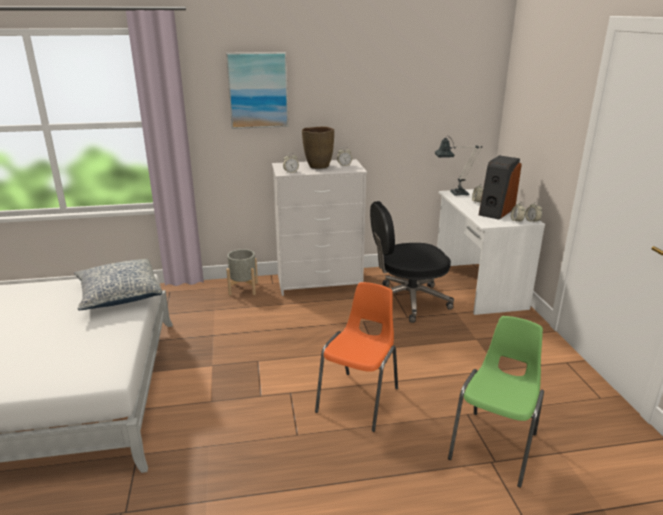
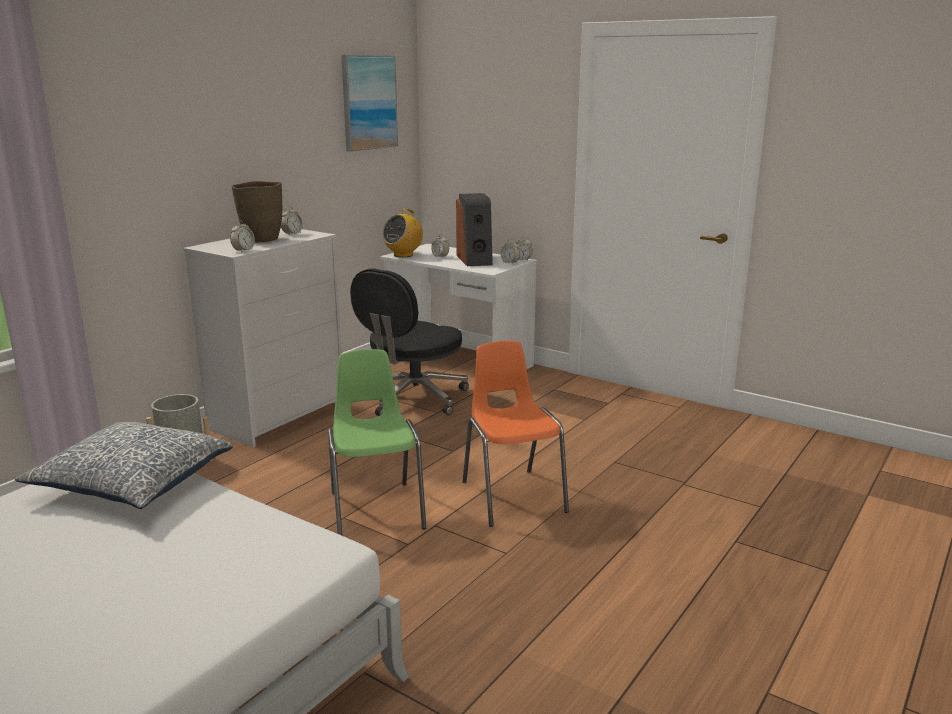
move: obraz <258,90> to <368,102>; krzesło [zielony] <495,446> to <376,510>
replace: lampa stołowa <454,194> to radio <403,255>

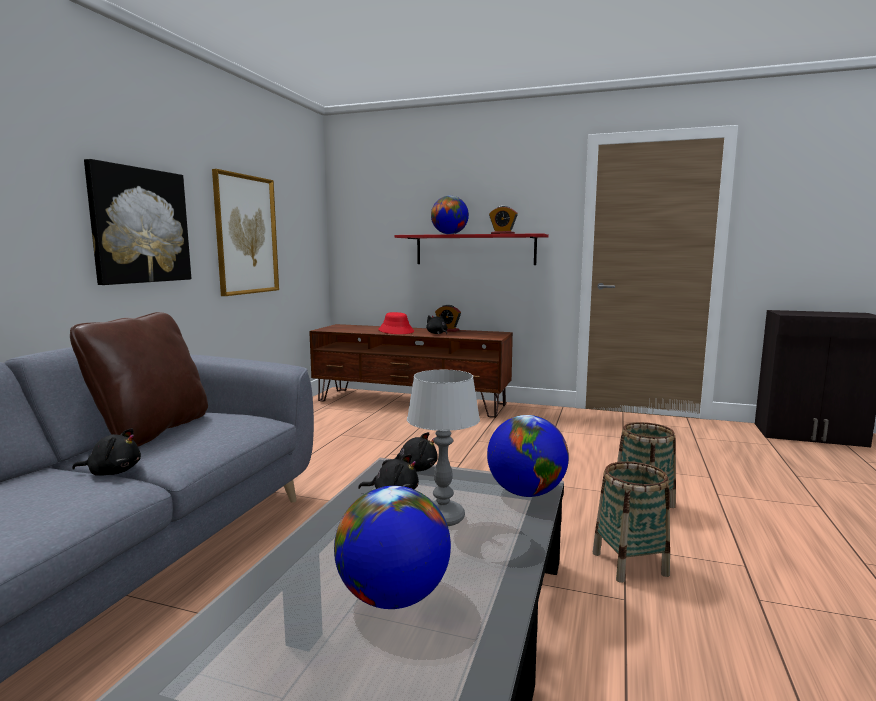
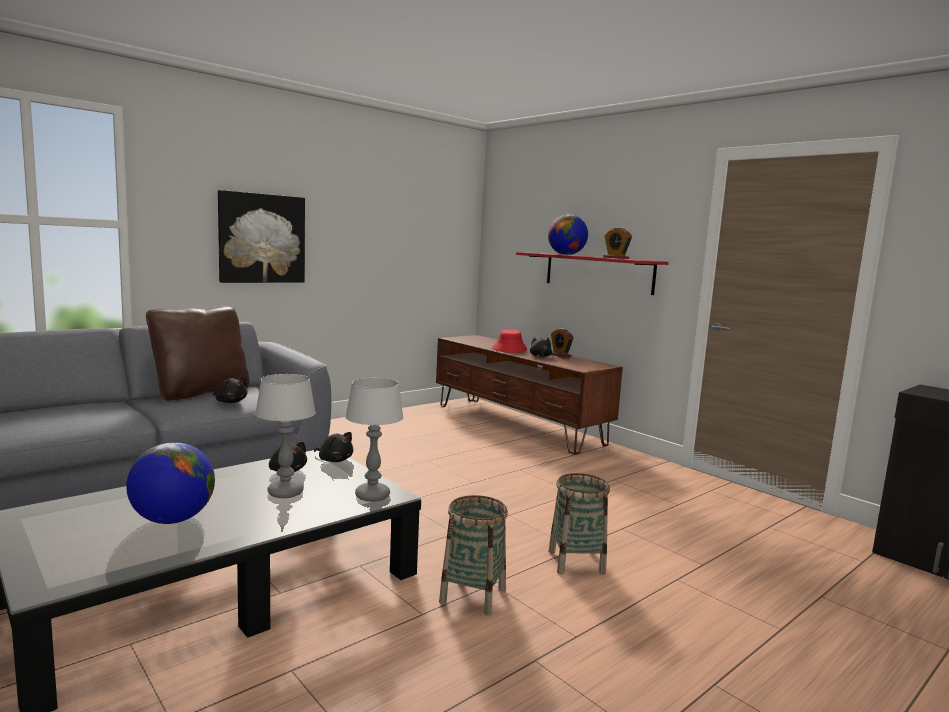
delete: obraz <246,235>
move: pluszak [czarny] <112,472> to <230,402>
replace: globus <526,493> to lampa stołowa <373,496>

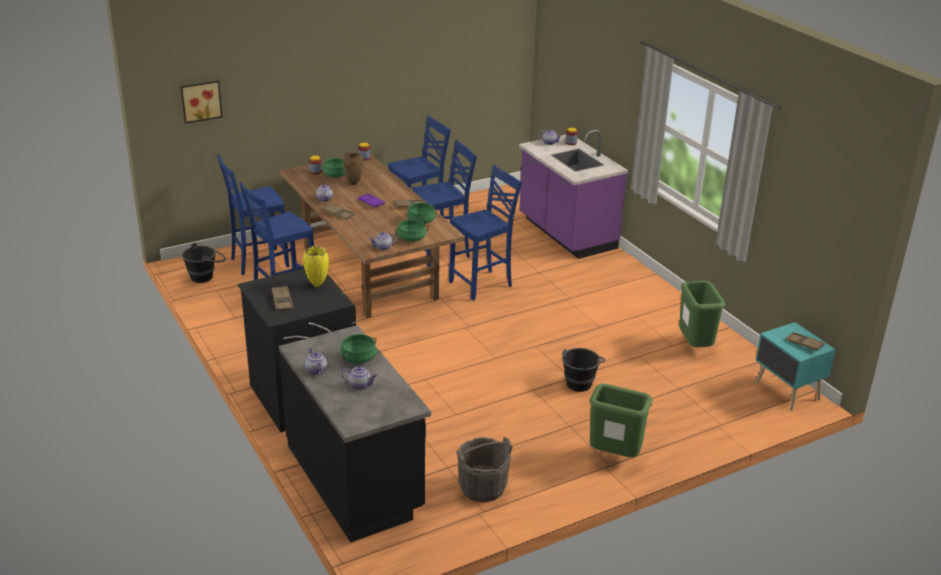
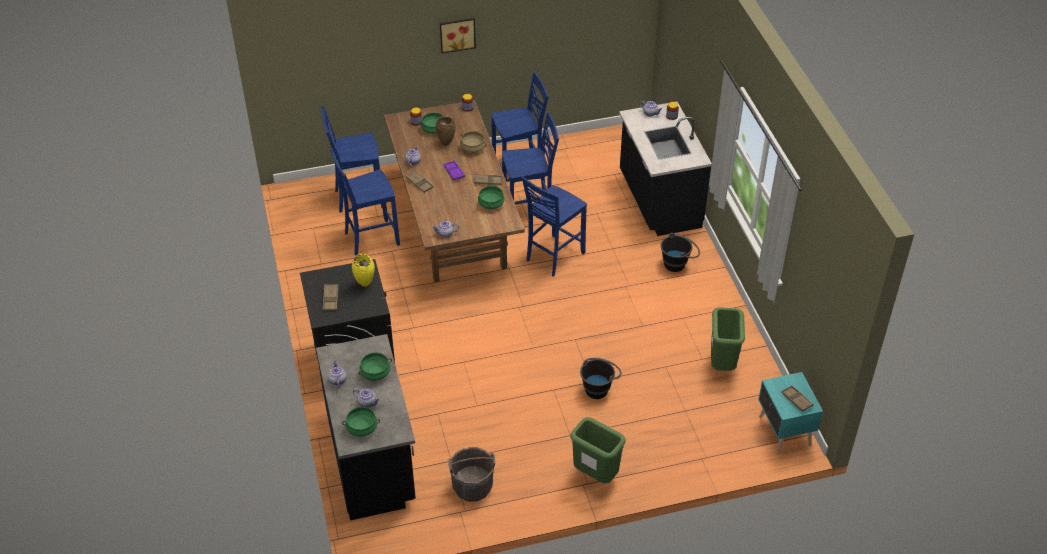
insert: garnek [beżowy] <473,148>
move: obraz <201,101> to <457,34>; wiadro [czarny] <206,276> to <678,263>; garnek [zielony] <411,238> to <362,428>
recolor: zabudowa kuchenna [fioletowy] <566,234> to zabudowa kuchenna [czarny] <658,201>
rotate: krzesło [niebieski] <482,285> = <553,256> 150 degrees clockwise

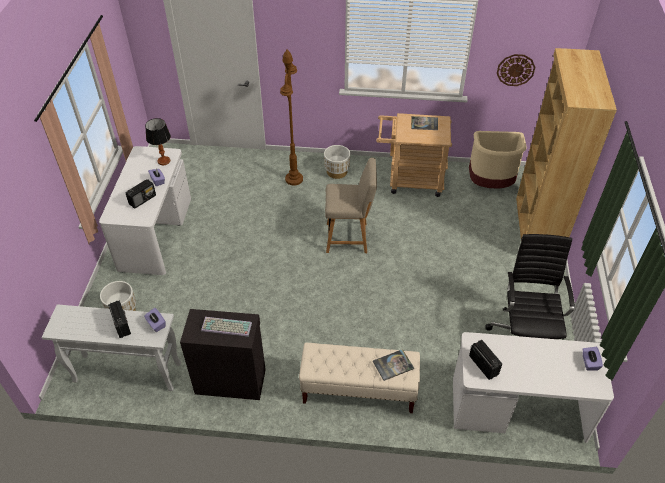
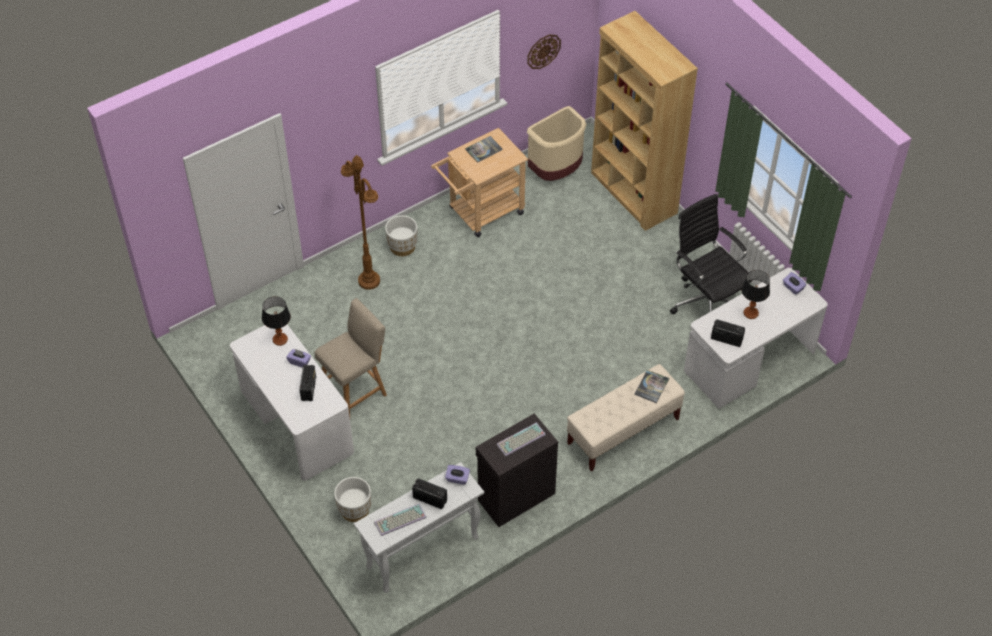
insert: klawiatura <400,521>; lampa stołowa <750,313>
move: krzesło [beżowy] <349,238> to <355,390>

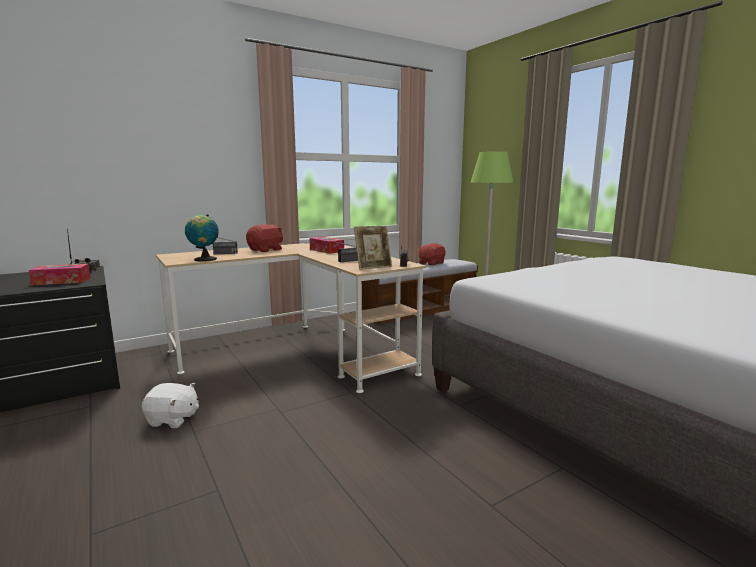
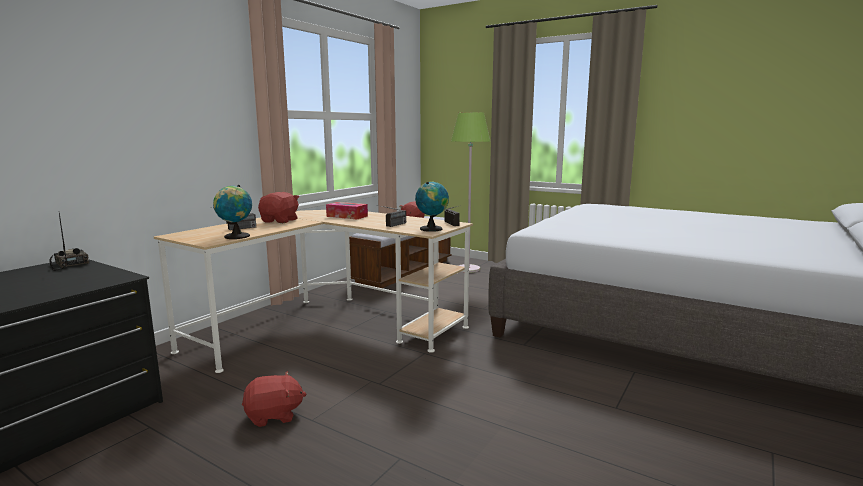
delete: pudełko chusteczek <62,281>
replace: ramka na zdjęcie <373,267> to globus <432,229>
recolor: pluszak [biały] <173,419> to pluszak [czerwony] <274,415>

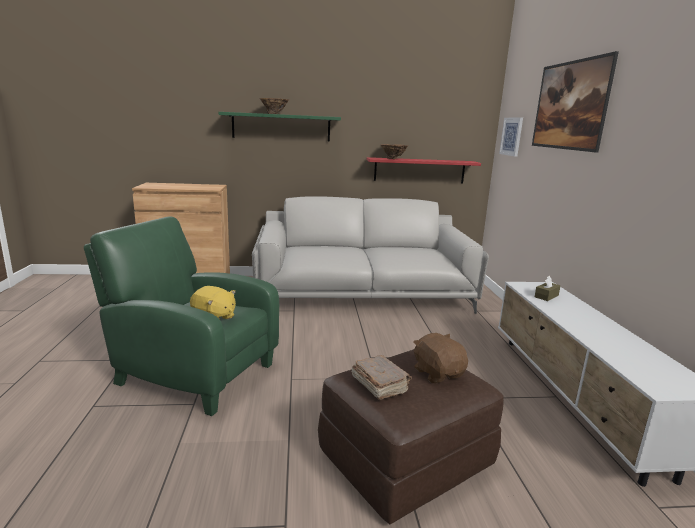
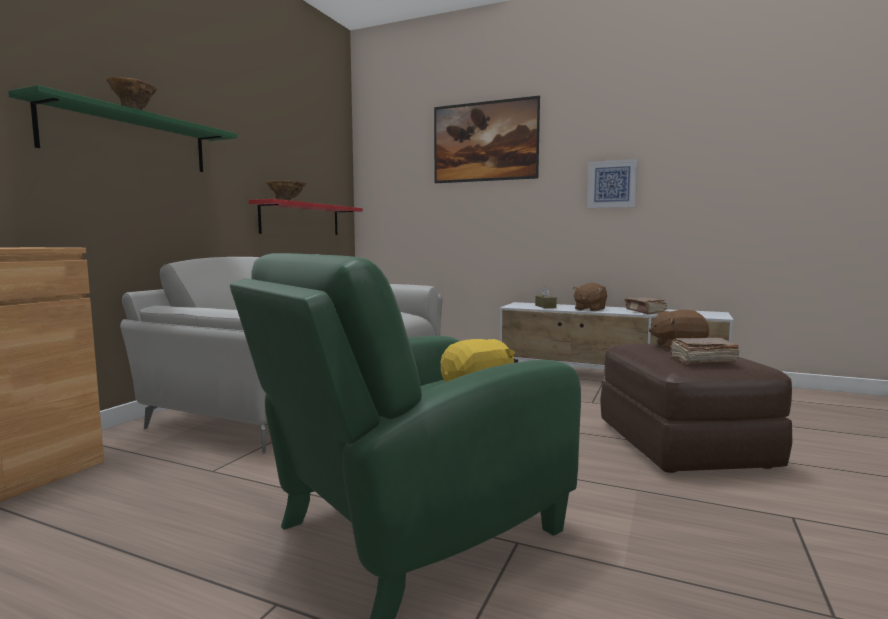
insert: pluszak [brązowy] <589,309>; książka [brązowy] <645,312>
move: obraz <511,136> to <612,184>

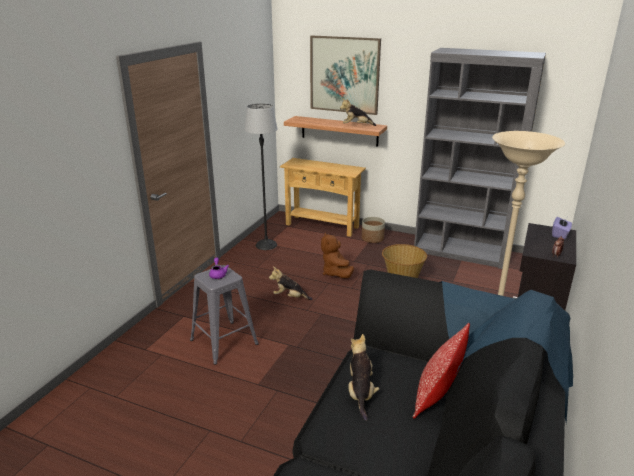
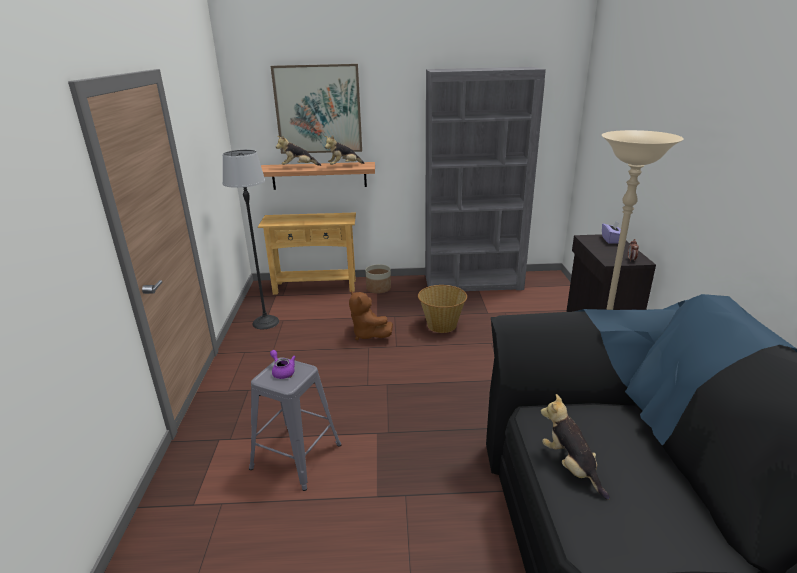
delete: poduszka <437,397>
move: pluszak <290,297> to <298,167>

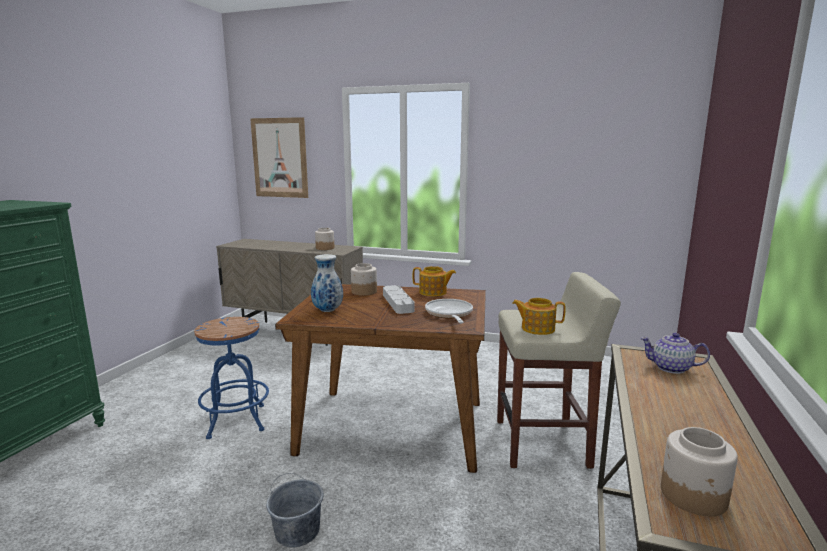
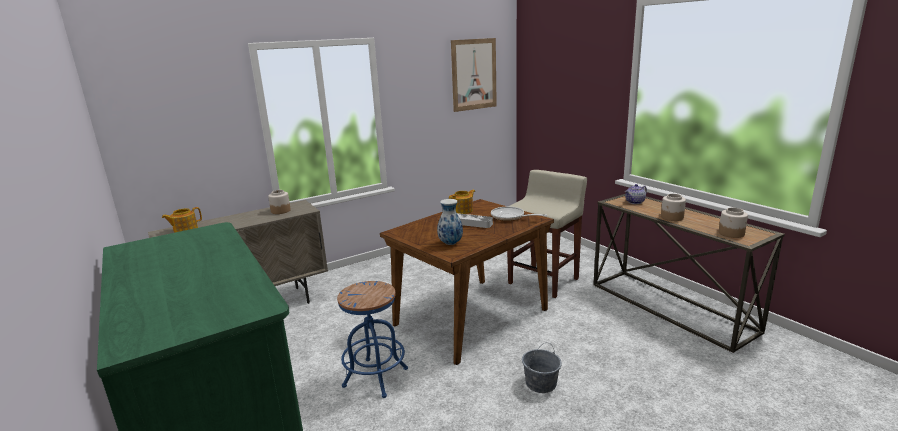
move: obraz <280,158> to <474,74>; słoik <363,292> to <672,217>; imbryk <537,328> to <185,229>

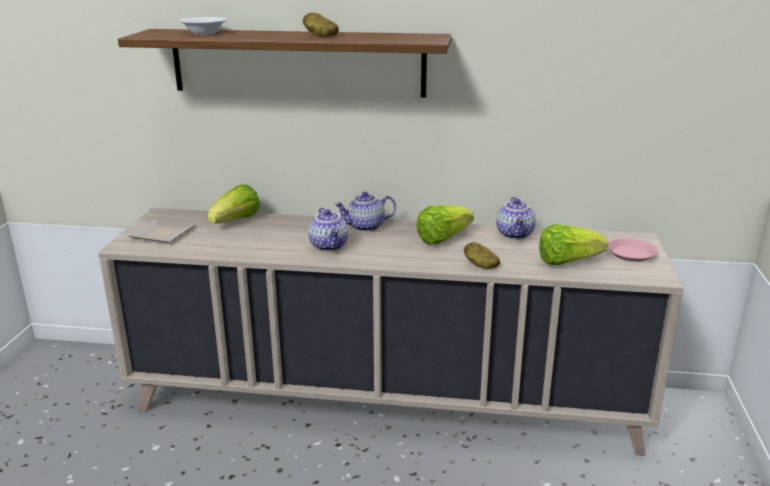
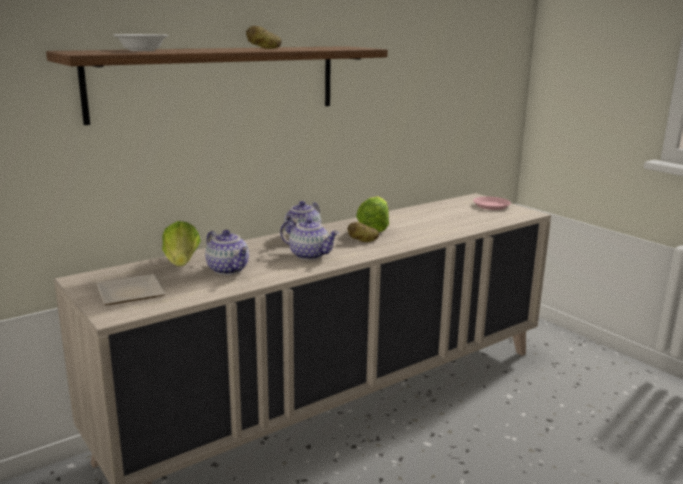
delete: sałata <567,261>
move: ziemniak <480,265> to <363,241>; imbryk <515,234> to <229,269>

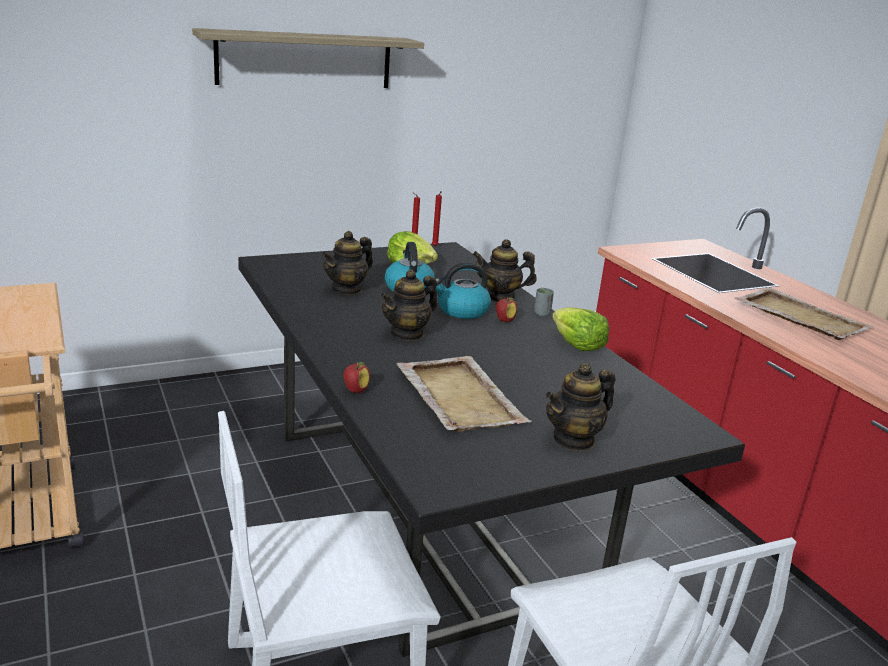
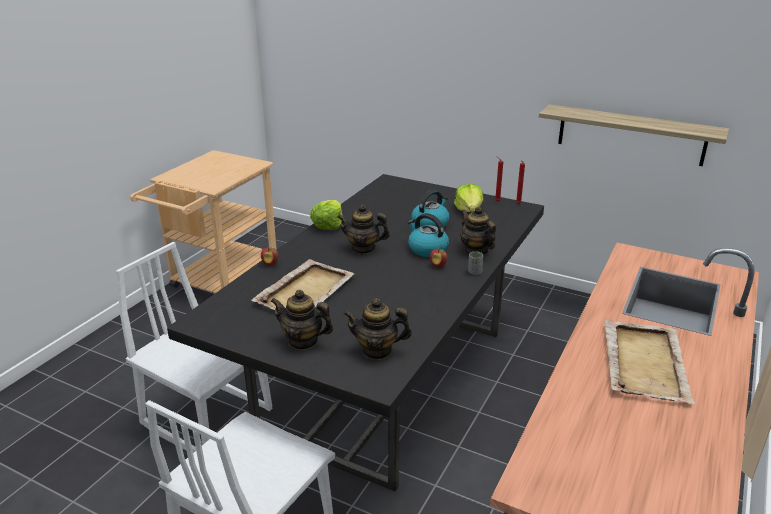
move: półka <305,60> to <631,135>; imbryk <347,289> to <377,350>; sałata <577,345> to <328,225>

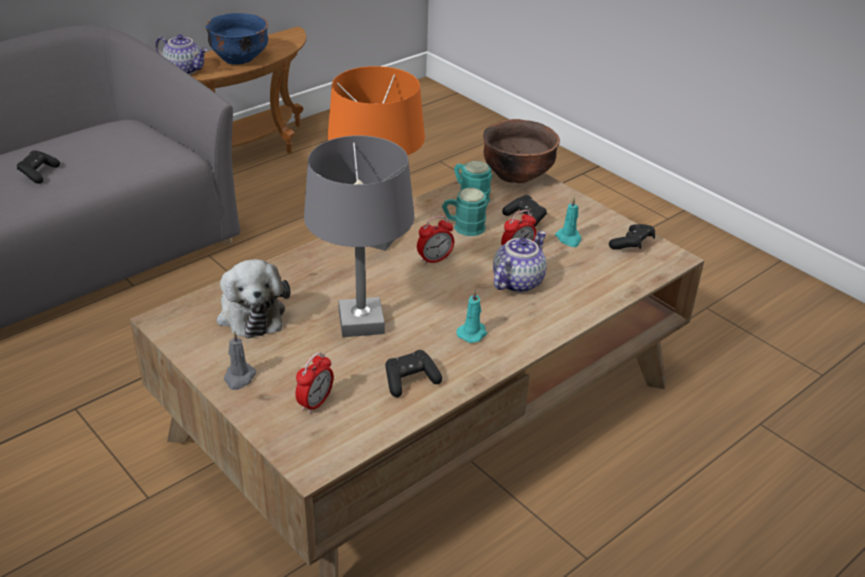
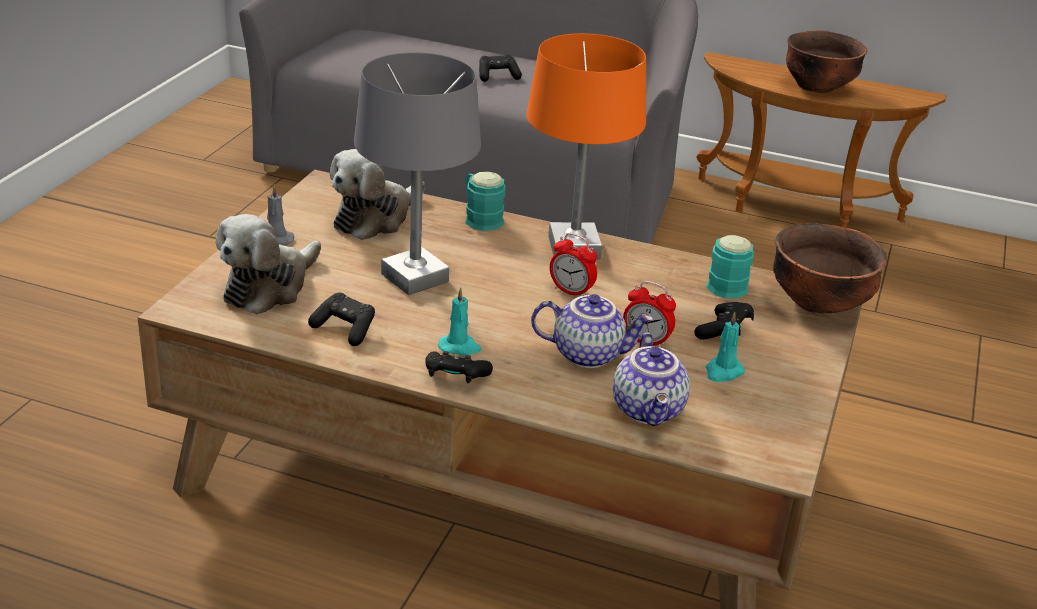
move: imbryk <185,70> to <650,410>; kubek [turkusowy] <463,227> to <480,218>; pad do gier [czarny] <632,245> to <455,378>
replace: budzik <315,403> to pluszak <269,287>
recolor: miska [niebieski] <239,59> to miska [brązowy] <818,87>

